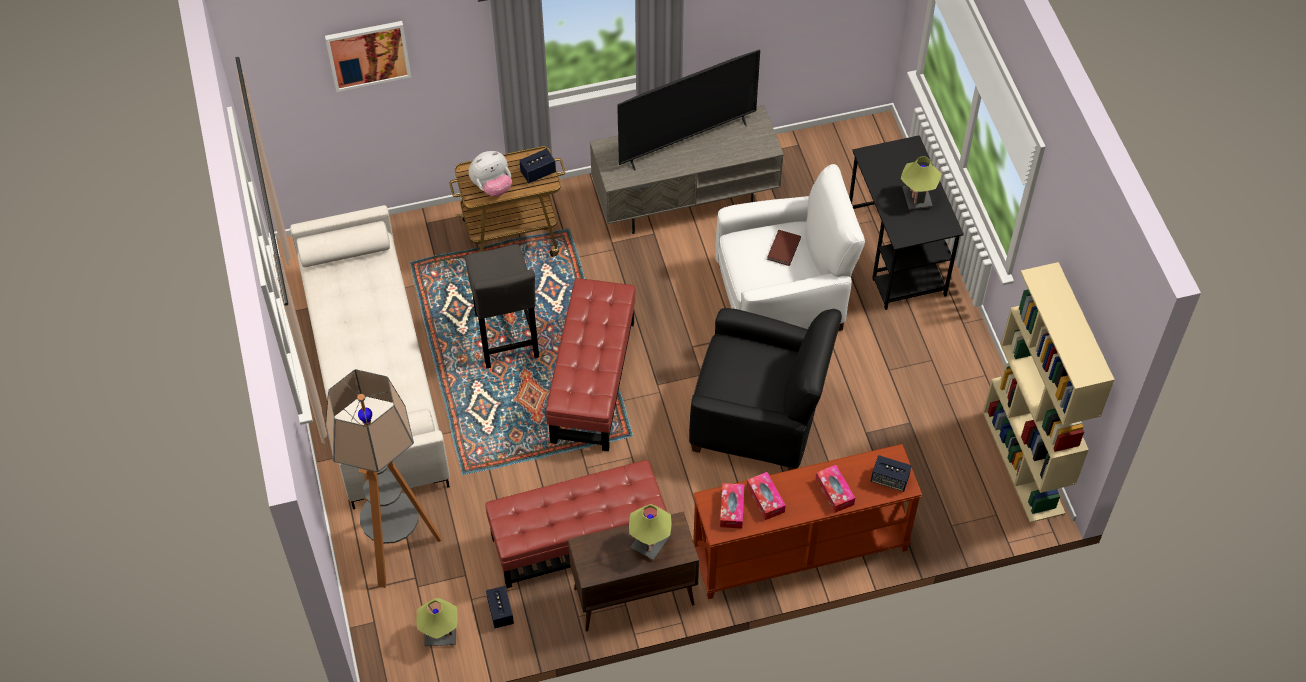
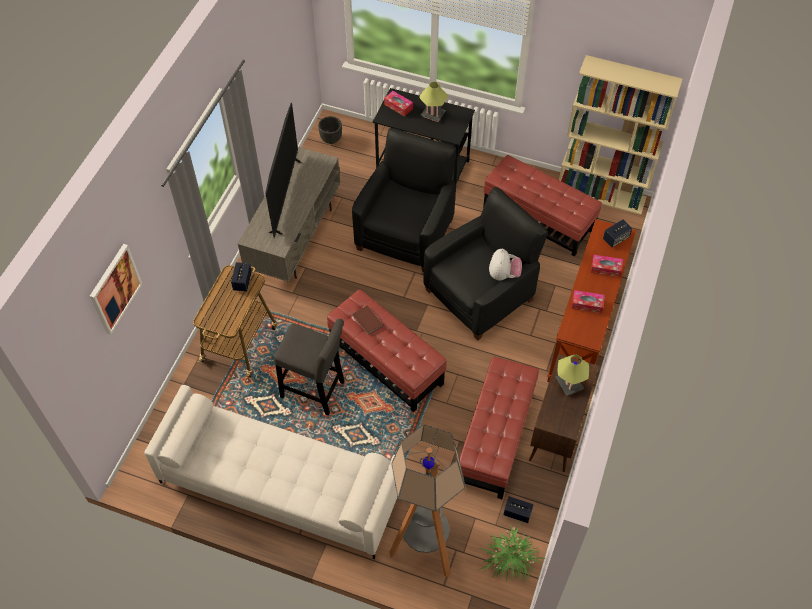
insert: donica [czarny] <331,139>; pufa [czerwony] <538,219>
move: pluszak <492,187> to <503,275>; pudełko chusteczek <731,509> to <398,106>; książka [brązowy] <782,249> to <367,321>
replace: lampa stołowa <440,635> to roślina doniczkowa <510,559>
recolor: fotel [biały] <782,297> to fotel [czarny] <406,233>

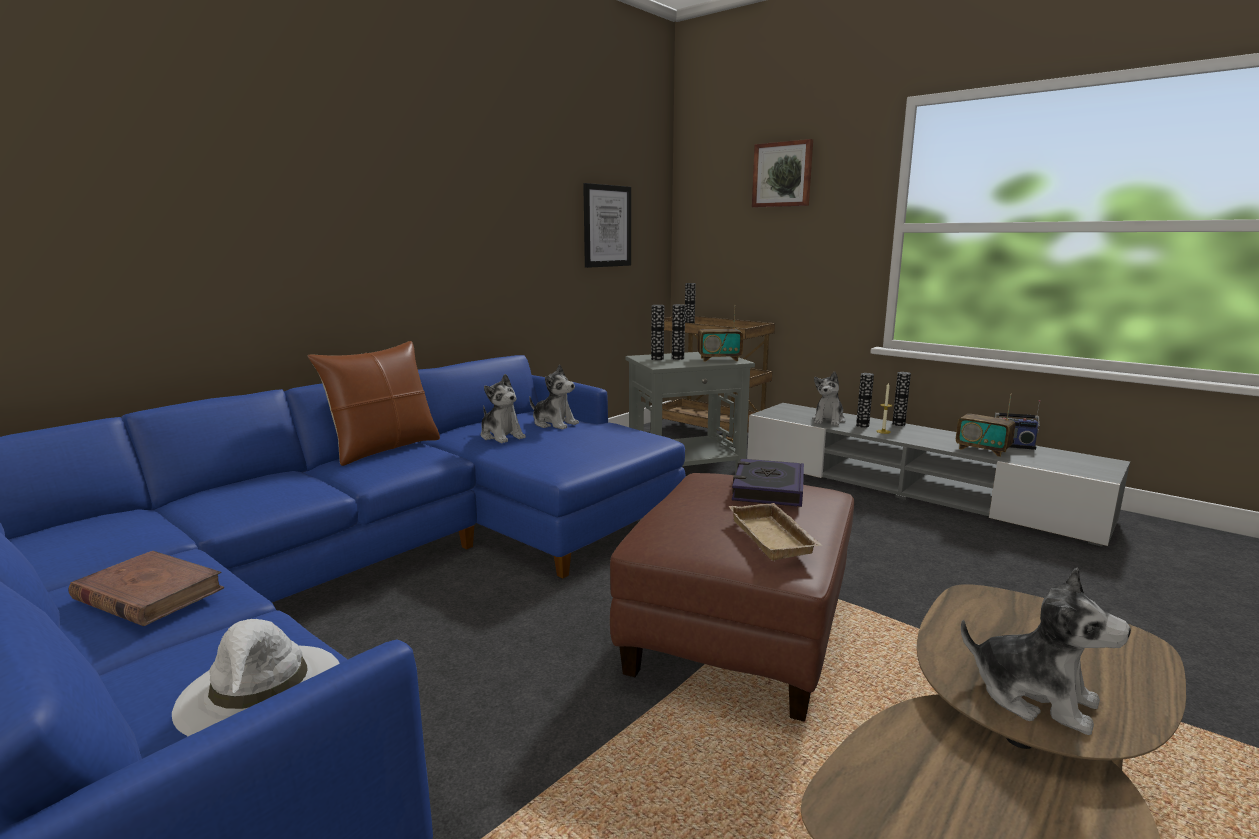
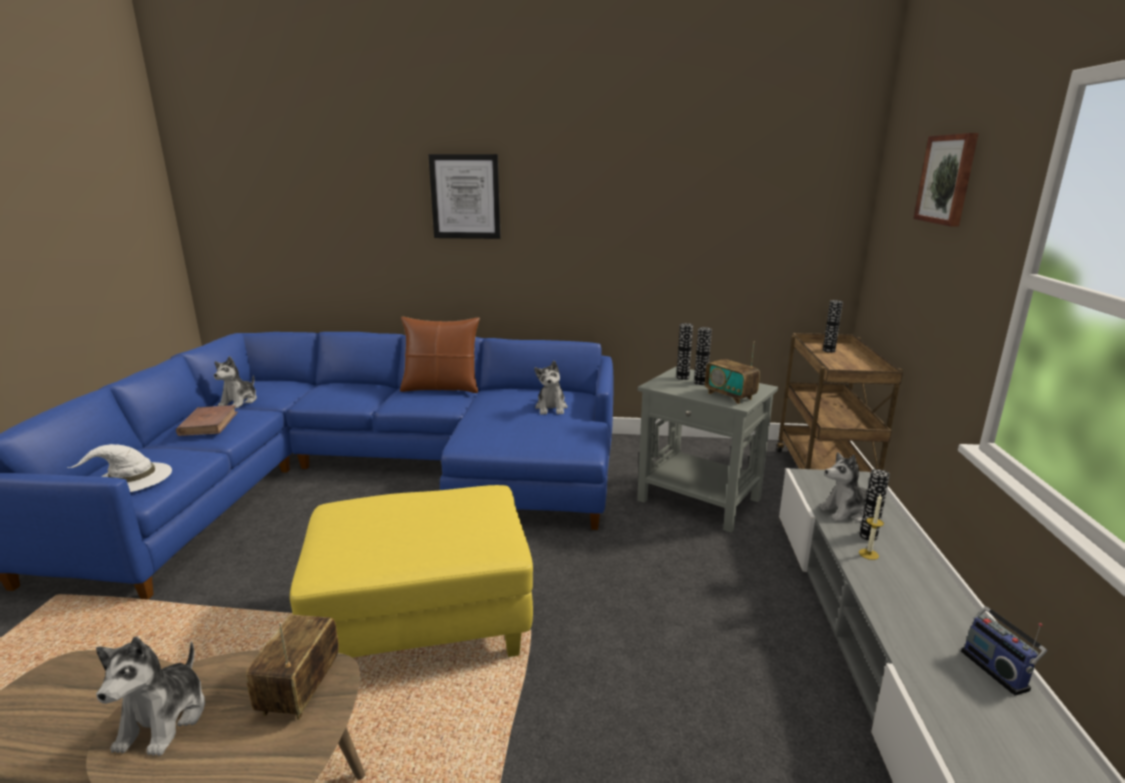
delete: taca [beżowy] <775,538>; książka <768,489>; wazon <898,424>
move: pluszak <502,436> to <239,401>; obraz <607,226> to <465,197>; radio <982,450> to <300,689>
recolor: pufa [brązowy] <738,636> to pufa [żółty] <424,621>

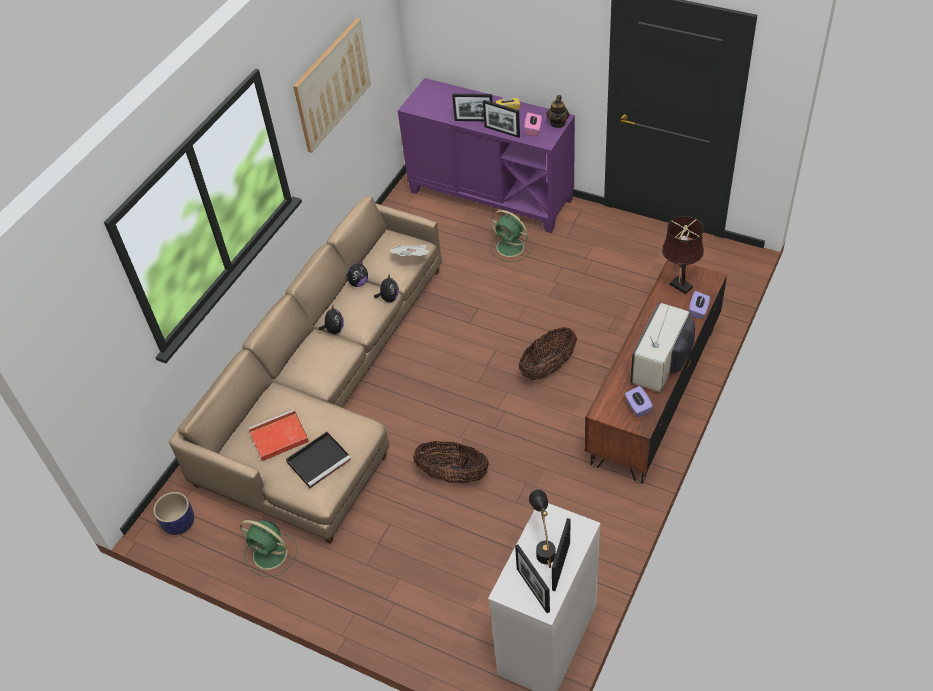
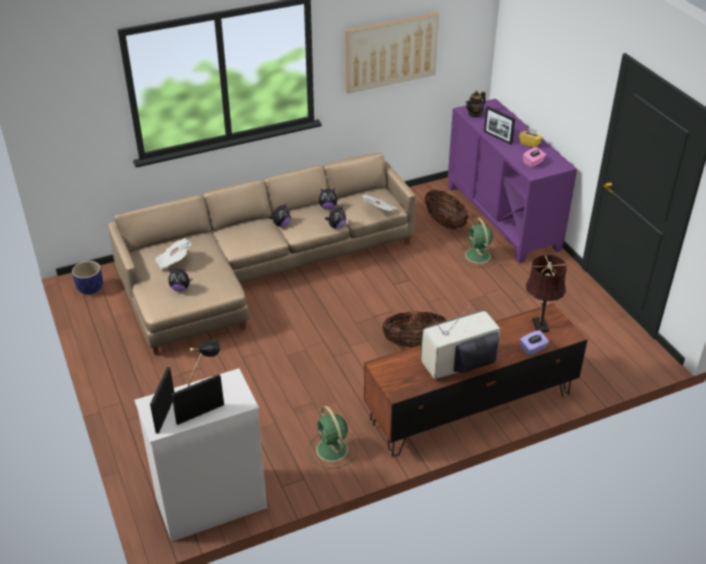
delete: ramka na zdjęcie <502,131>; pudełko chusteczek [fioletowy] <637,407>
move: wentylator [zielony] <271,554> to <332,450>; koszyk <453,475> to <445,223>; imbryk <558,123> to <474,114>
replace: taca [czerwony] <278,437> to gazeta <173,261>; taca [czarny] <320,460> to pluszak <180,288>

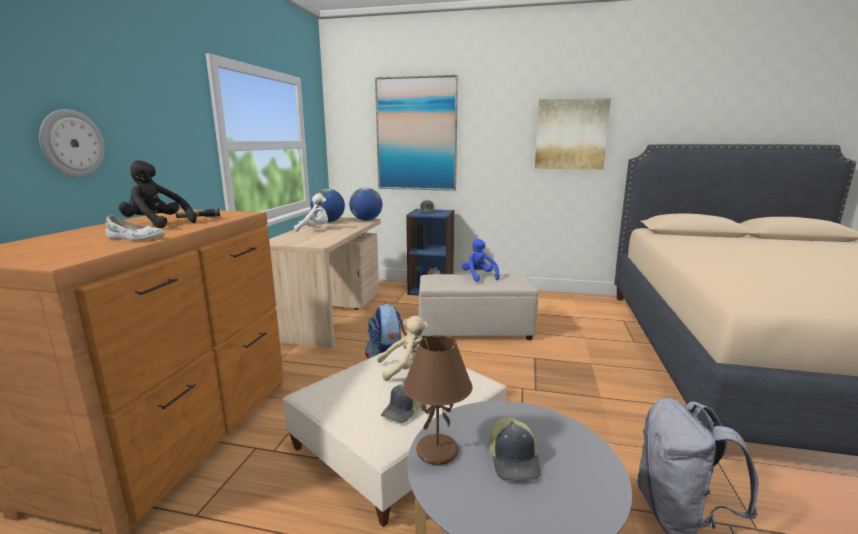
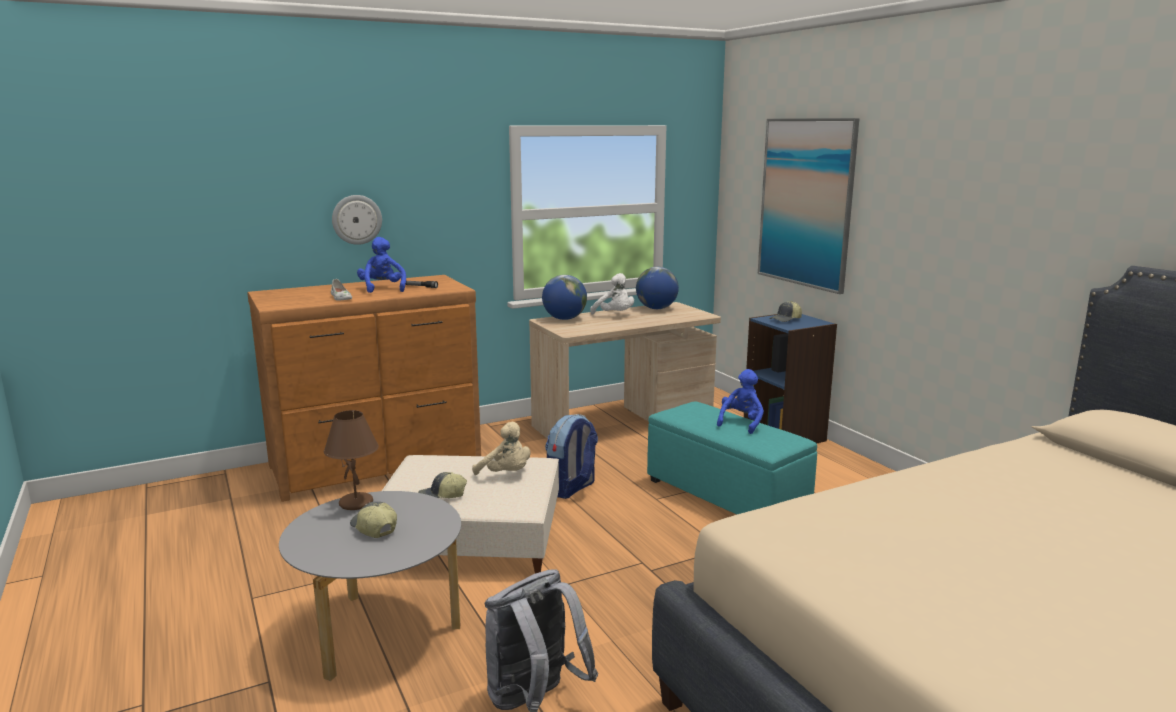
delete: obraz <571,134>
move: globus <366,220> to <564,319>
recolor: pluszak [czarny] <157,225> to pluszak [niebieski] <382,289>; pufa [beżowy] <475,330> to pufa [turkusowy] <727,496>
rotate: czapka z daszkiem <514,460> = <373,528> 90 degrees clockwise

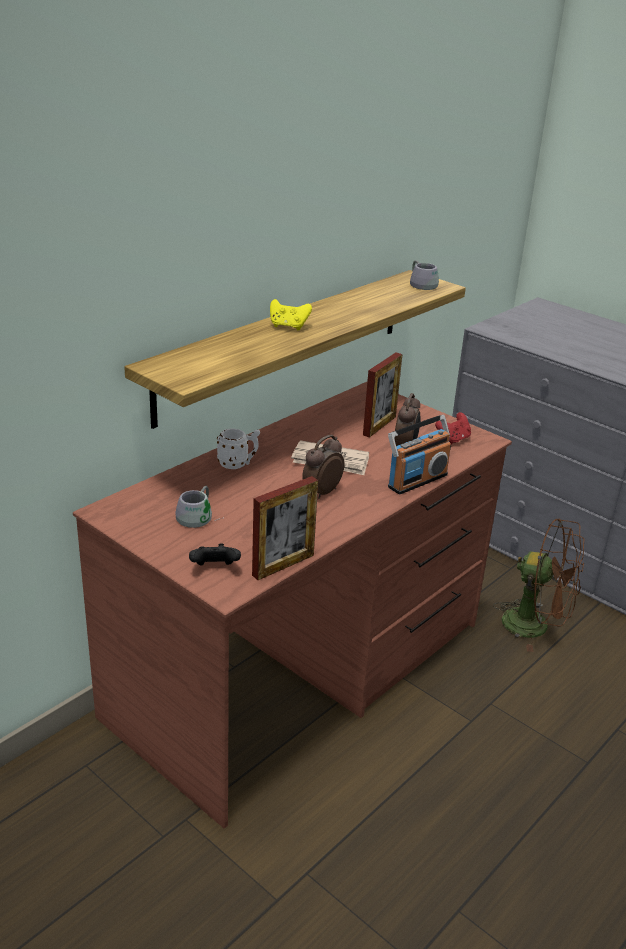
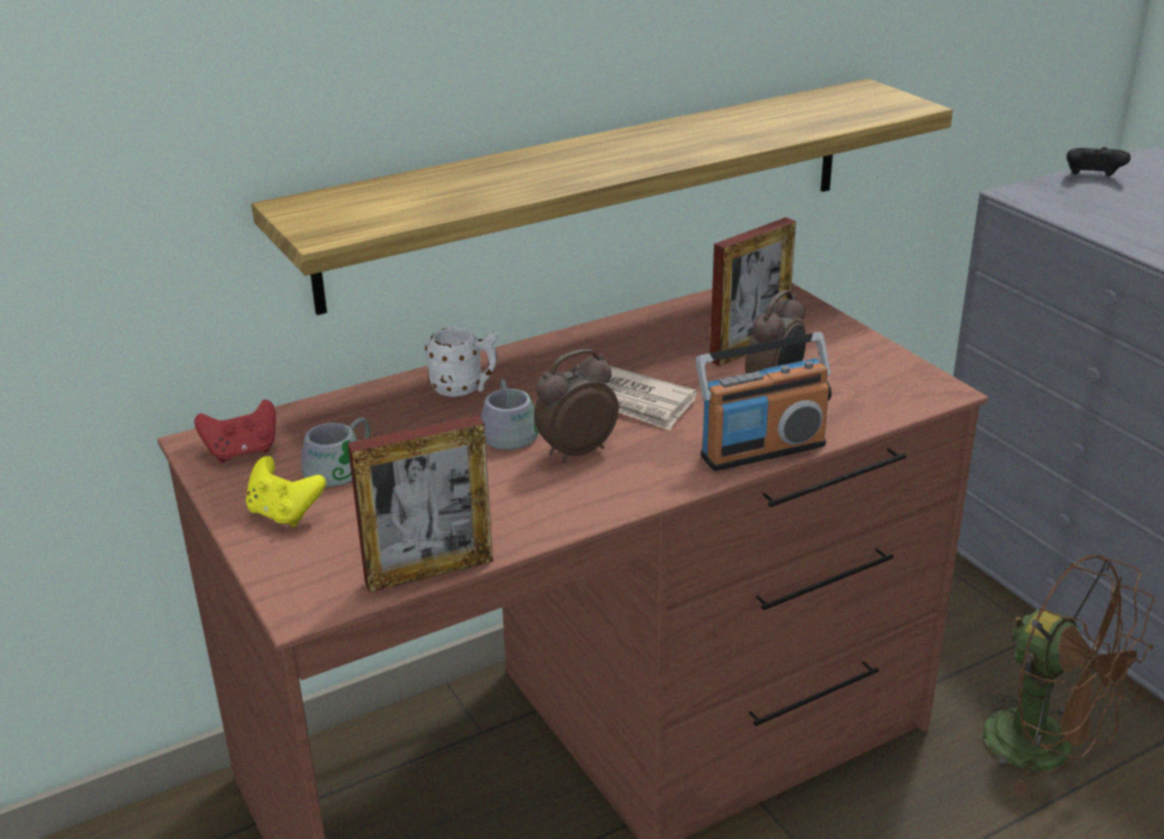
move: pad do gier [czarny] <214,568> to <1092,178>; pad do gier [żółty] <288,326> to <284,514>; kubek [szary] <424,284> to <515,430>; pad do gier [czerwony] <453,439> to <242,452>

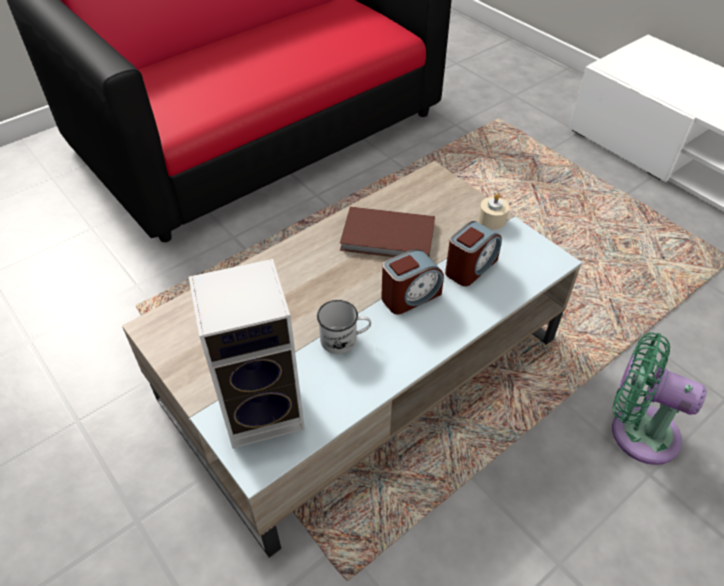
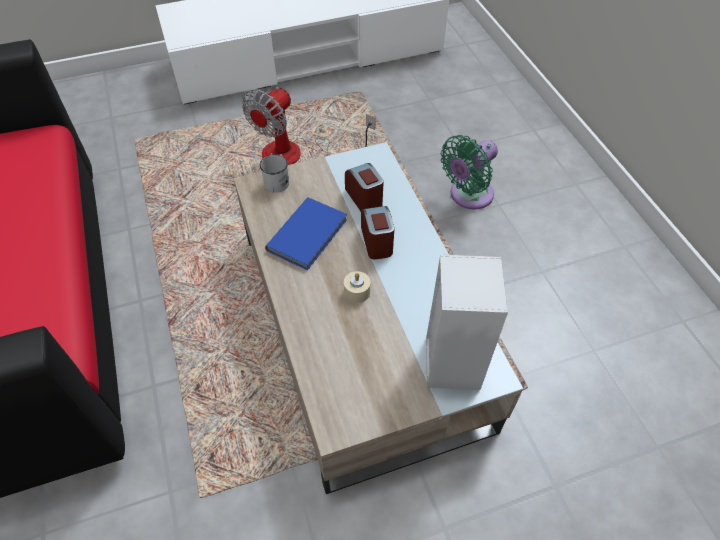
insert: wentylator <296,154>
move: kubek [biały] <344,339> to <278,181>; świeca [beżowy] <492,220> to <357,292>
recolor: książka [brązowy] <389,238> to książka [niebieski] <309,235>

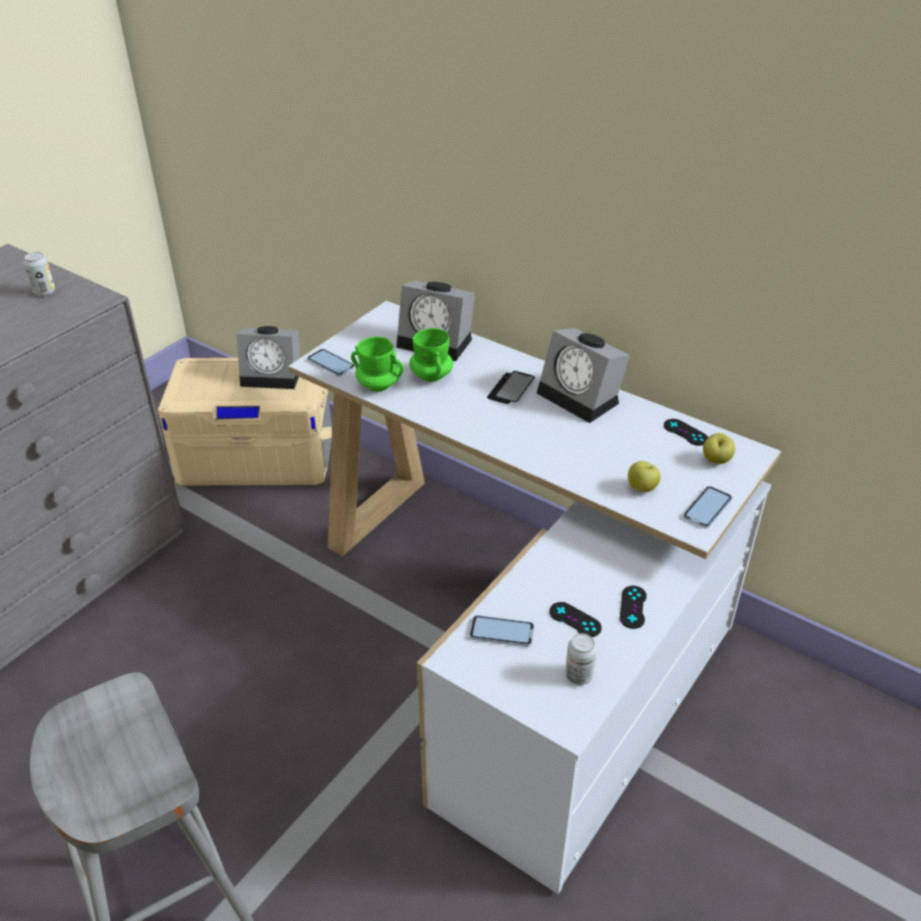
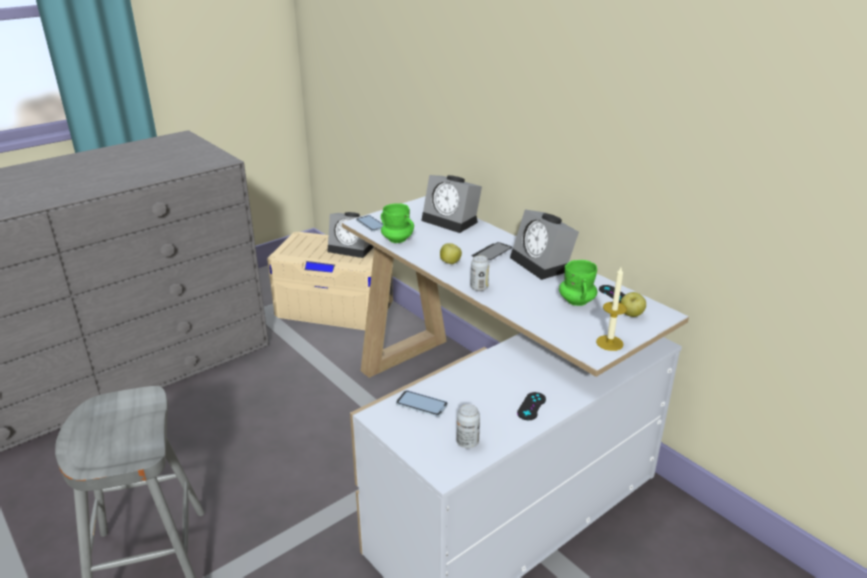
delete: pad do gier [czarny] <575,620>
move: puszka <44,292> to <479,288>; kubek [zielony] <431,375> to <576,301>; jabłko <642,488> to <450,263>
replace: telefon <707,508> to świeca <609,343>

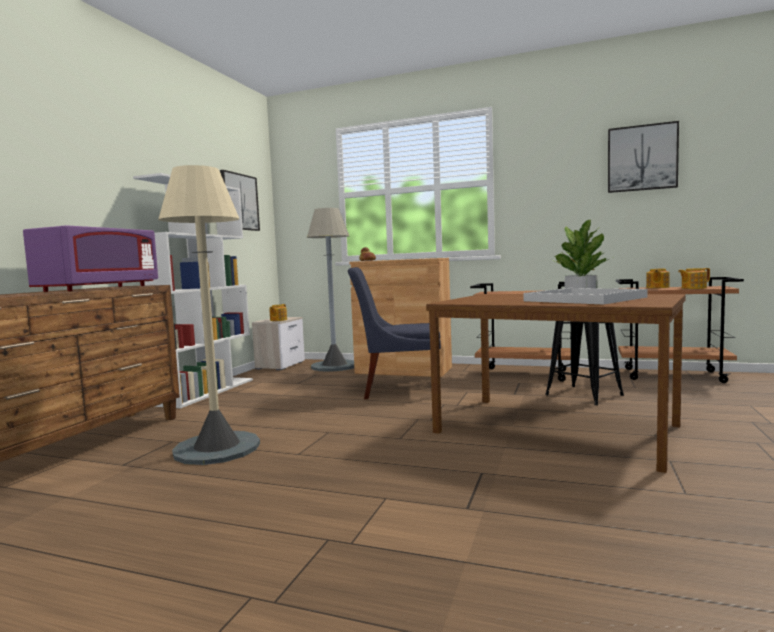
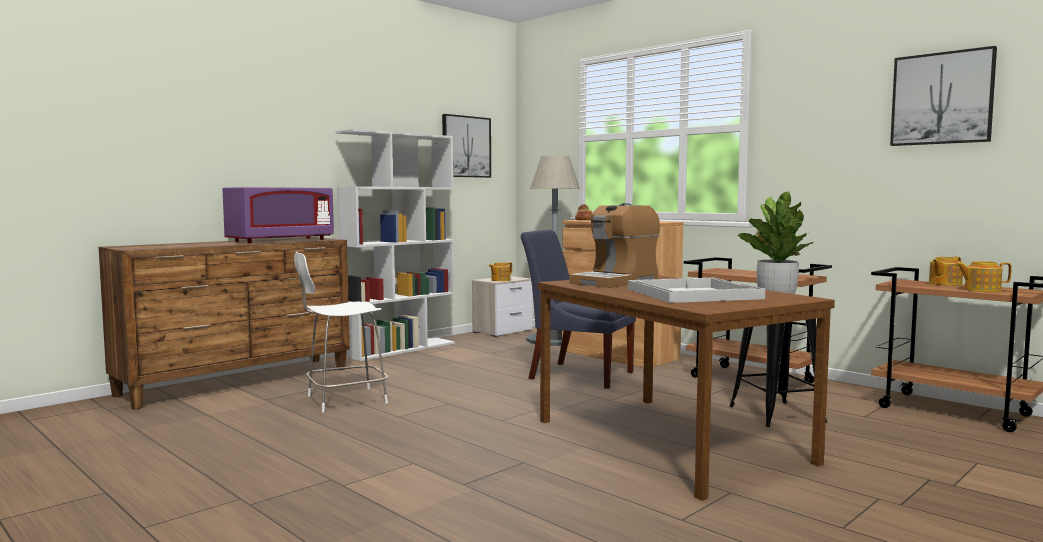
insert: ekspres do kawy <615,281>
replace: lampa stojąca [beżowy] <217,448> to krzesło [biały] <343,400>

